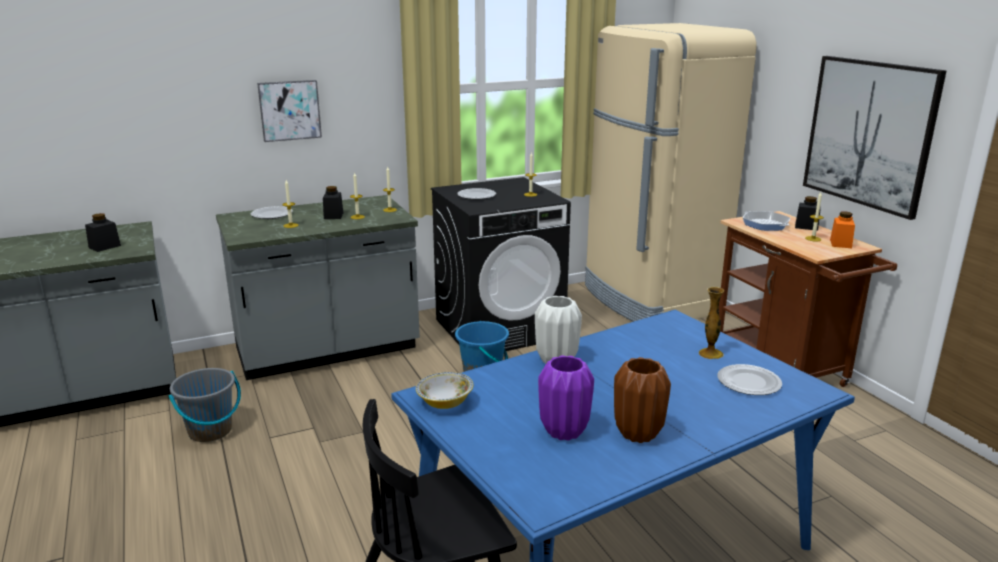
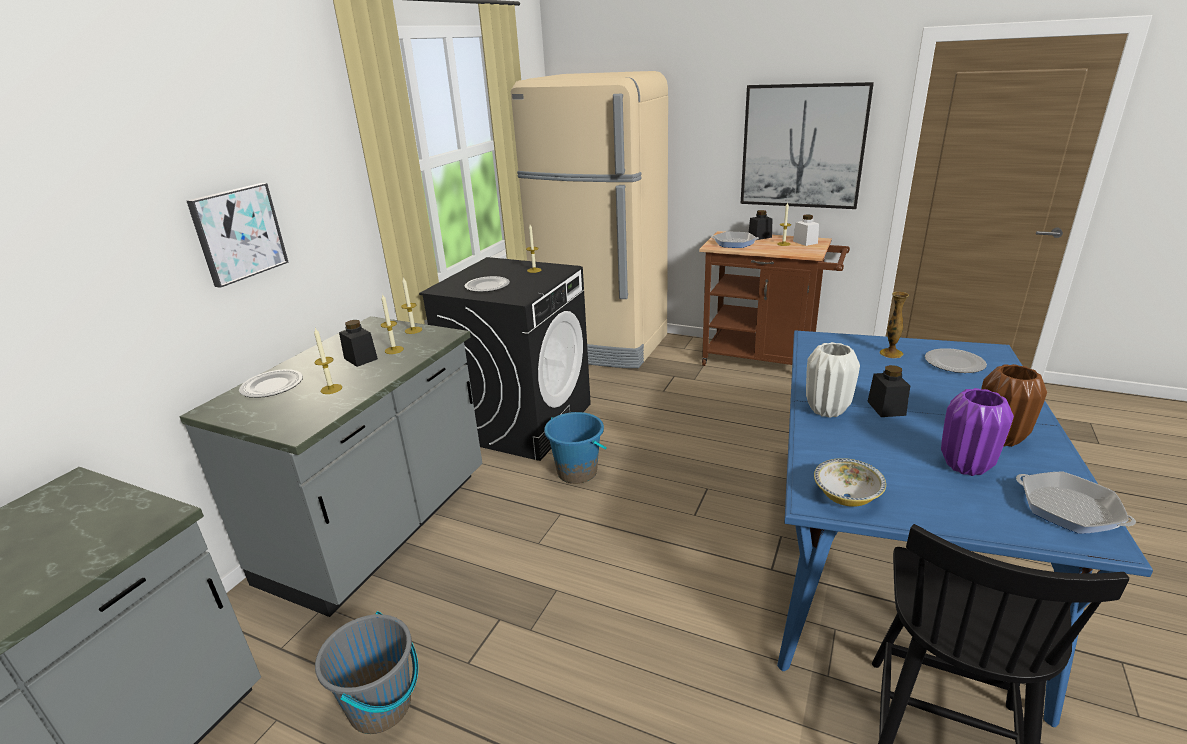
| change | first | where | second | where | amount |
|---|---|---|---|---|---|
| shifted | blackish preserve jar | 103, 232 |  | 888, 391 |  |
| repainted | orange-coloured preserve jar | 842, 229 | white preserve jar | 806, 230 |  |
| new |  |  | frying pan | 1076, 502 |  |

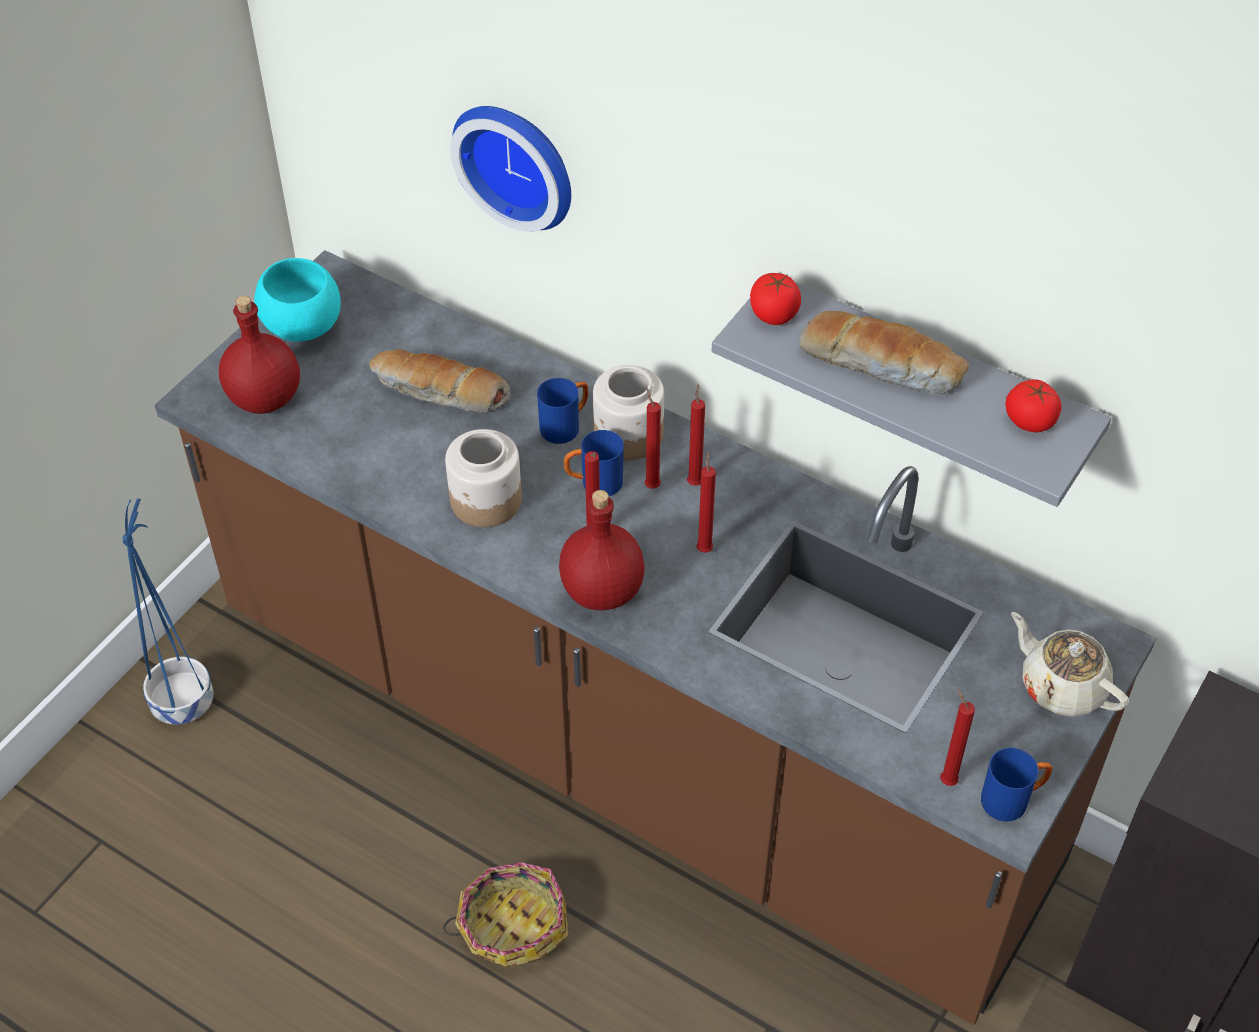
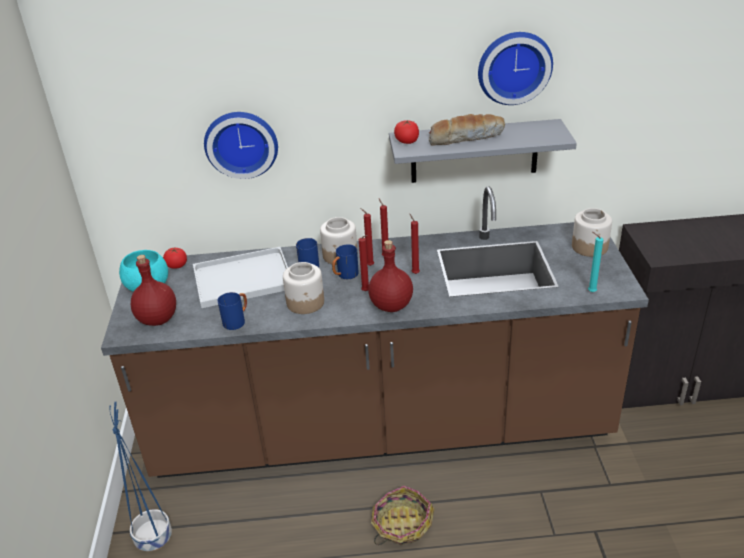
| change | first | where | second | where | amount |
|---|---|---|---|---|---|
| swapped | bread | 439, 381 | white serving tray | 240, 277 |  |
| repainted | red wax light | 957, 737 | turquoise-coloured wax light | 595, 262 |  |
| shifted | blue tea mug | 1016, 785 |  | 232, 311 |  |
| shifted | fresh tomato | 1033, 405 |  | 175, 258 |  |
| swapped | beige tea pot | 1070, 664 | preserve jar | 592, 232 |  |
| new |  |  | clock on the wall | 515, 68 |  |

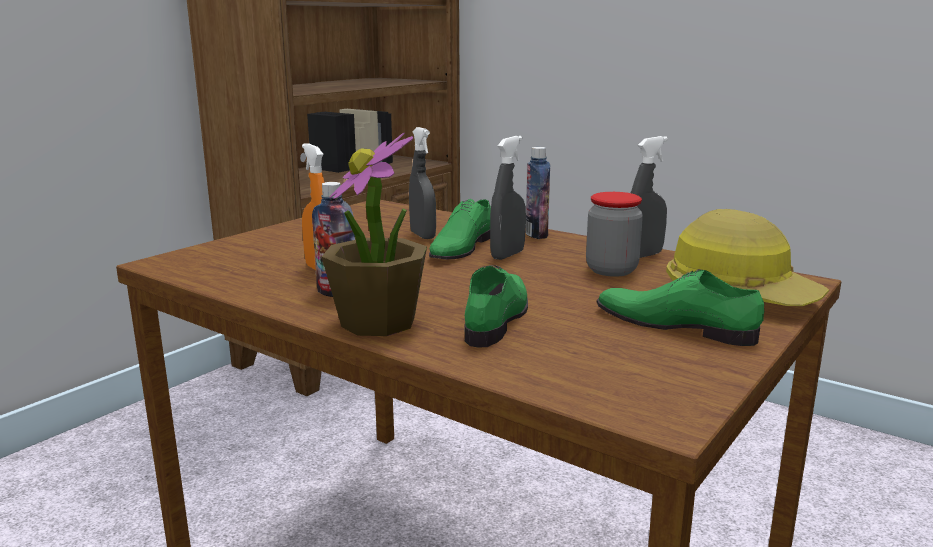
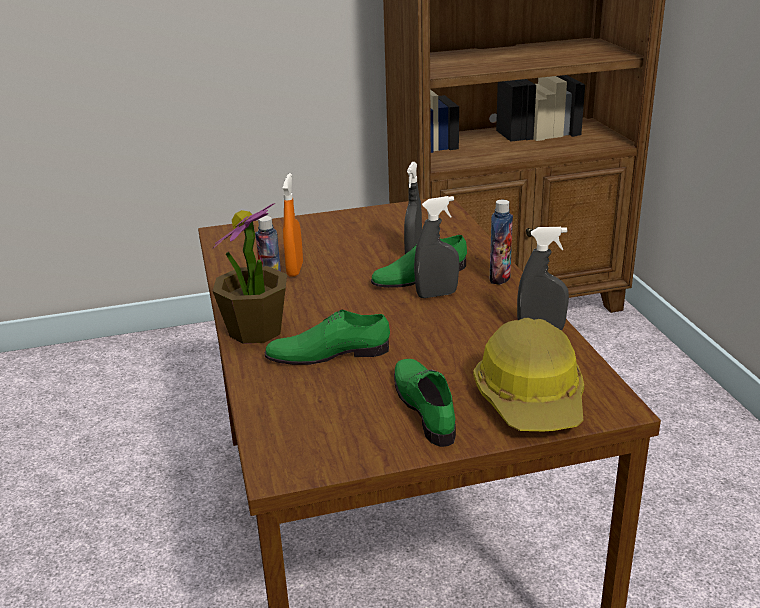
| change | first | where | second | where | amount |
|---|---|---|---|---|---|
| rotated | greenish item of footwear | 496, 306 |  | 327, 337 | 150 degrees counterclockwise |
| gone | preserve jar | 614, 234 |  |  |  |

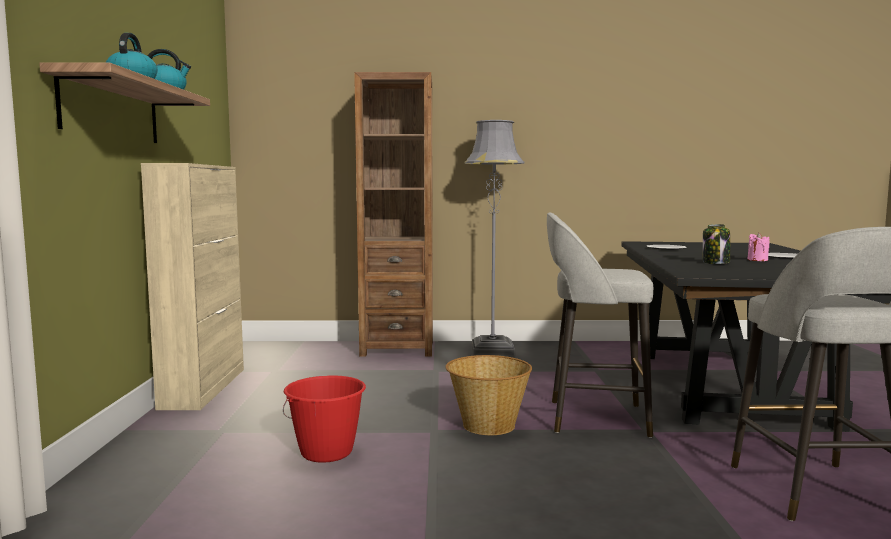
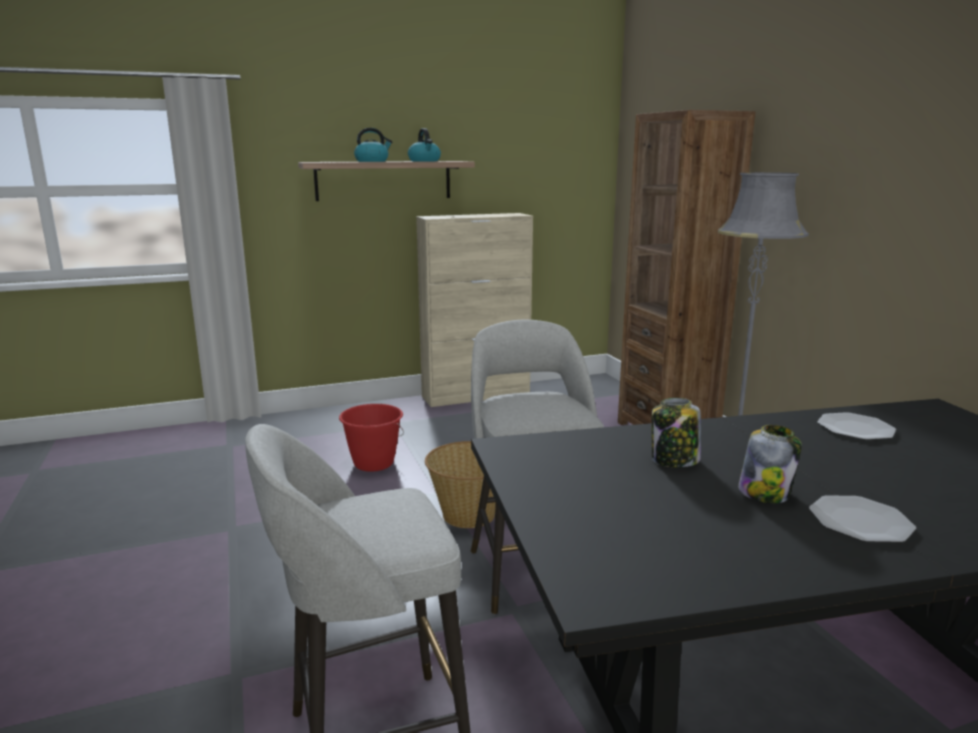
| change | first | where | second | where | amount |
|---|---|---|---|---|---|
| swapped | pink wax light | 758, 246 | preserve jar | 770, 464 |  |

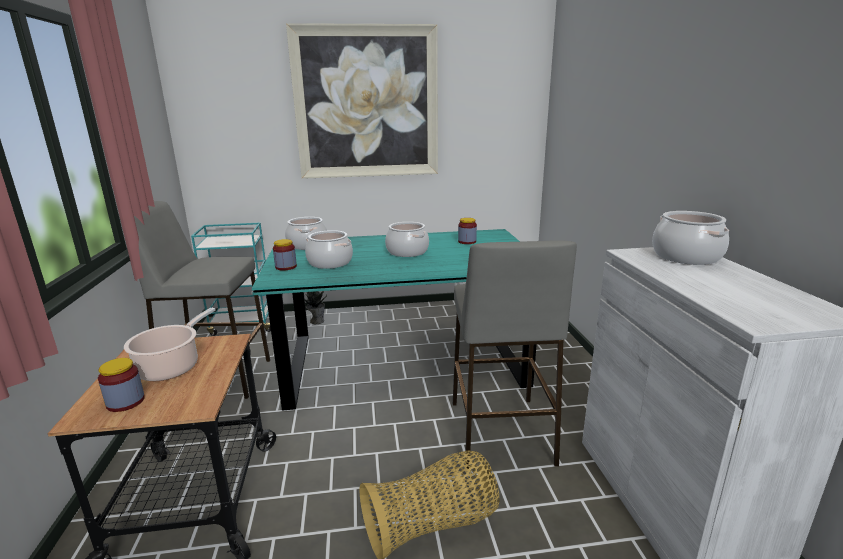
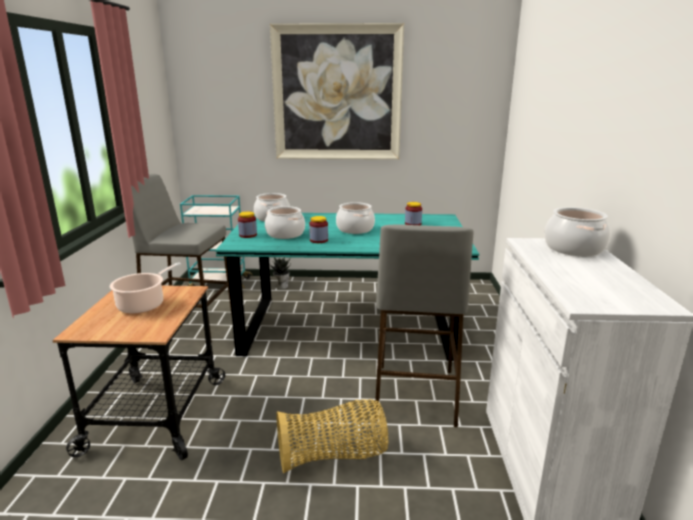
| change | first | where | second | where | amount |
|---|---|---|---|---|---|
| shifted | preserve jar | 121, 385 |  | 318, 229 |  |

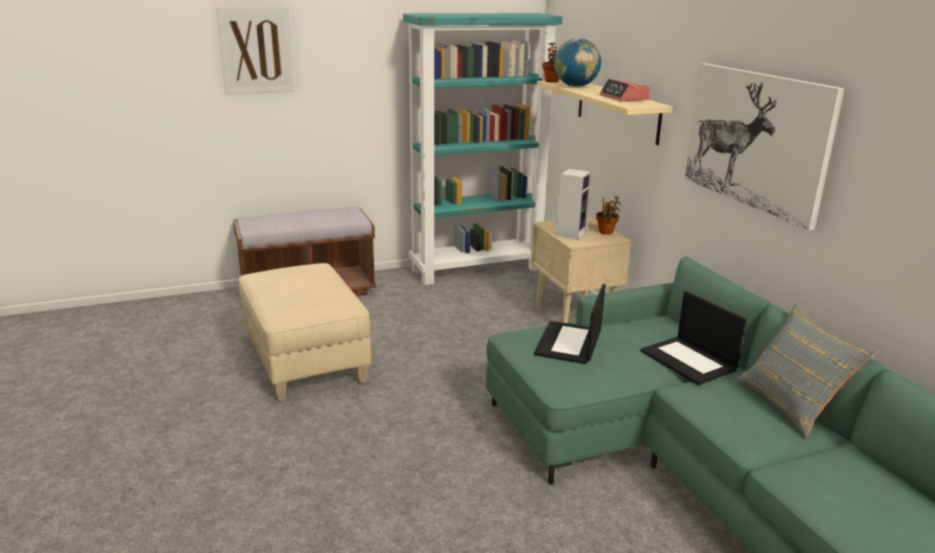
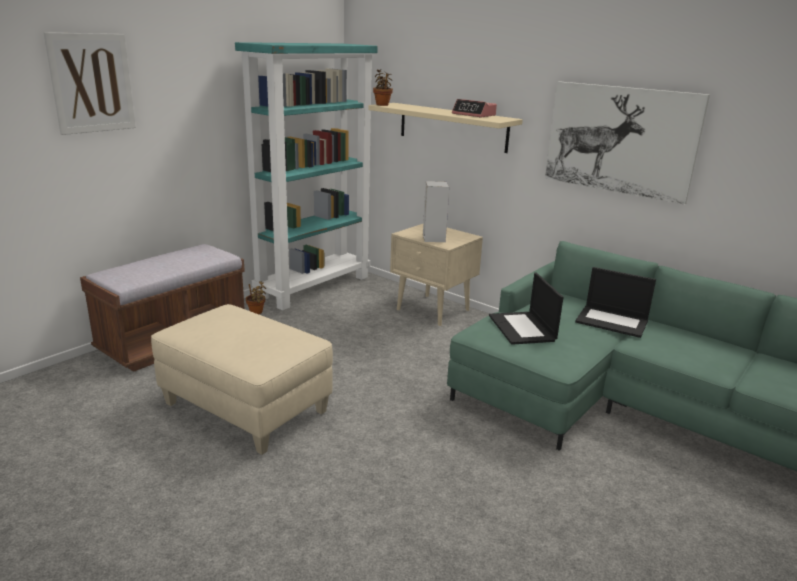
| change | first | where | second | where | amount |
|---|---|---|---|---|---|
| gone | desk globe | 577, 62 |  |  |  |
| shifted | potted plant | 608, 215 |  | 256, 297 |  |
| gone | greyish cushion | 807, 371 |  |  |  |

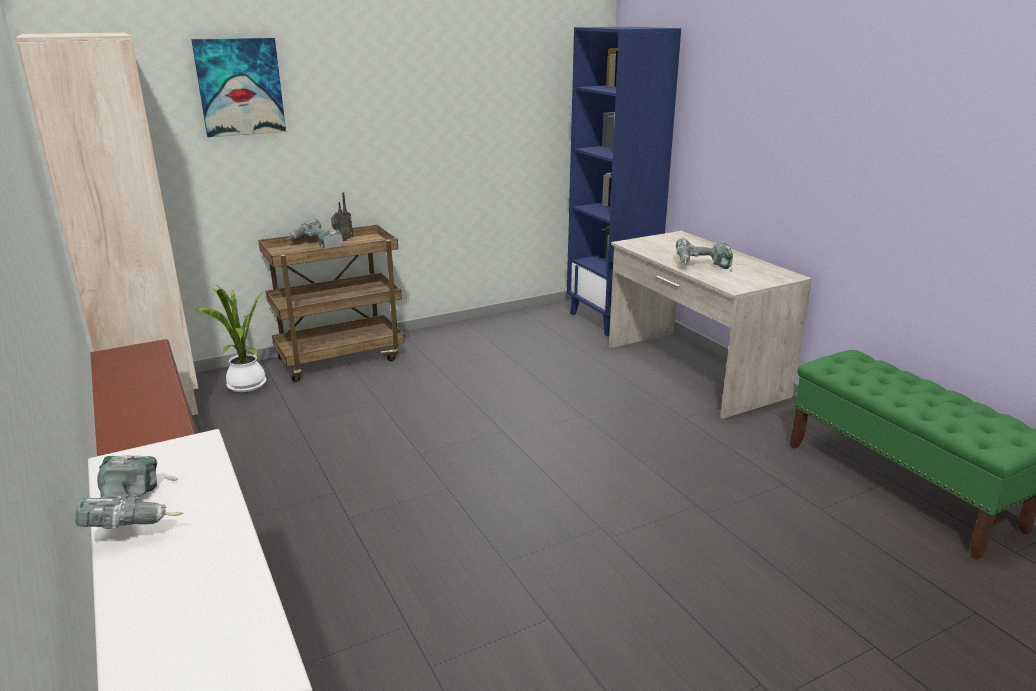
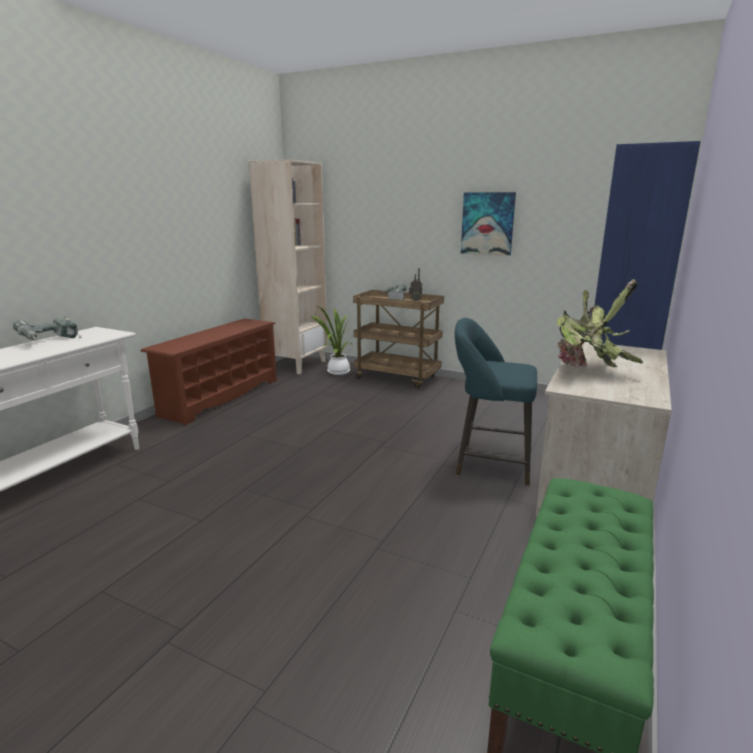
| change | first | where | second | where | amount |
|---|---|---|---|---|---|
| shifted | picture | 238, 87 |  | 488, 224 |  |
| swapped | electric drill | 704, 254 | potted plant | 600, 324 |  |
| new |  |  | turquoise-coloured stool seat | 496, 402 |  |

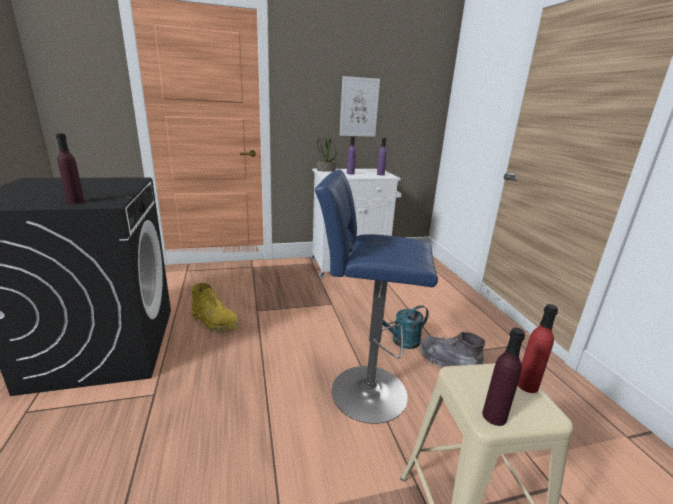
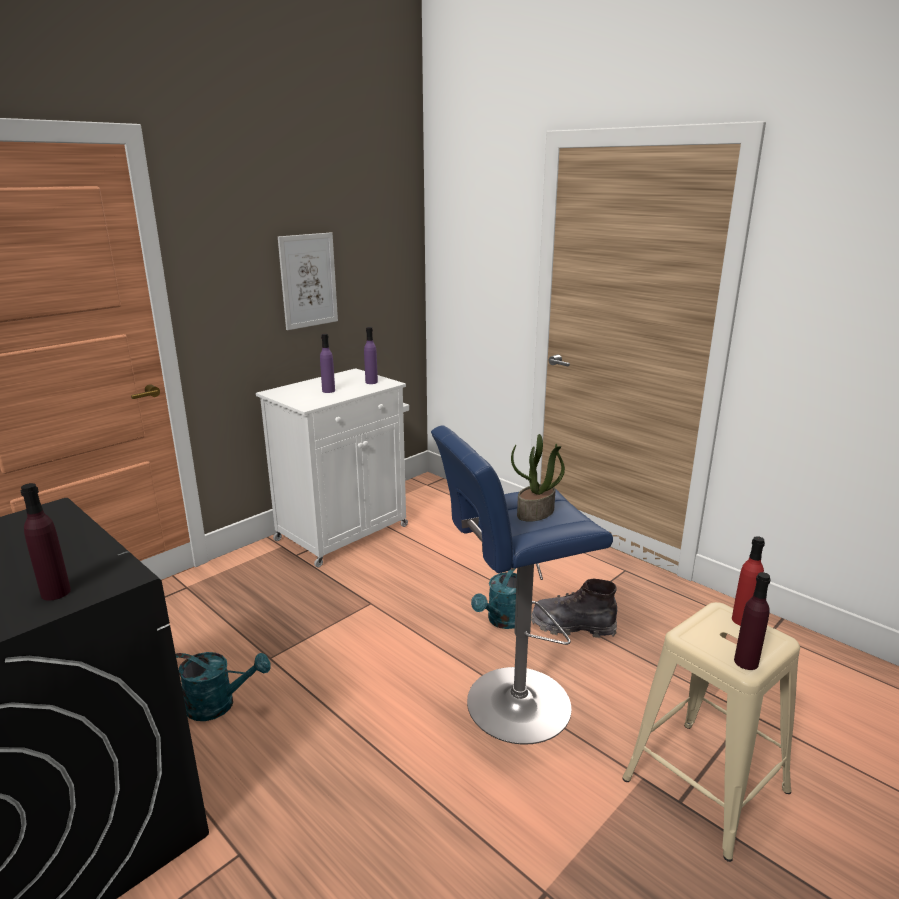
| change | first | where | second | where | amount |
|---|---|---|---|---|---|
| swapped | yellowish boot | 214, 307 | turquoise-coloured watering pot | 223, 686 |  |
| shifted | potted plant | 327, 153 |  | 538, 478 |  |

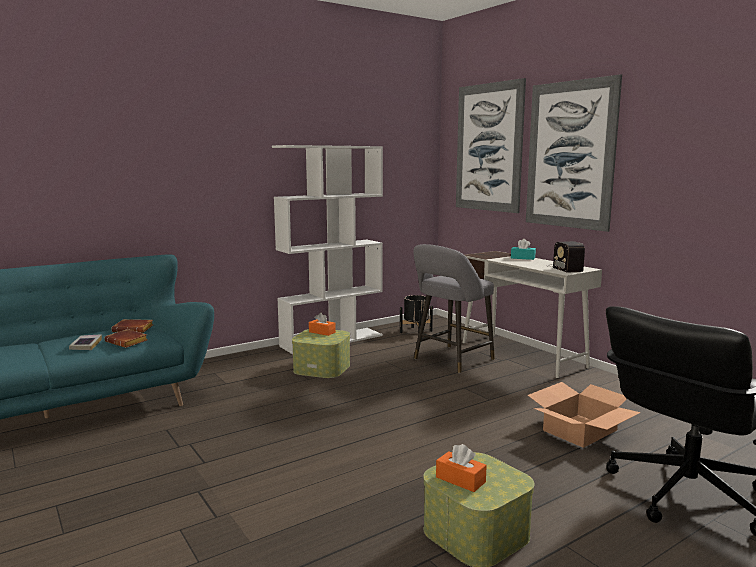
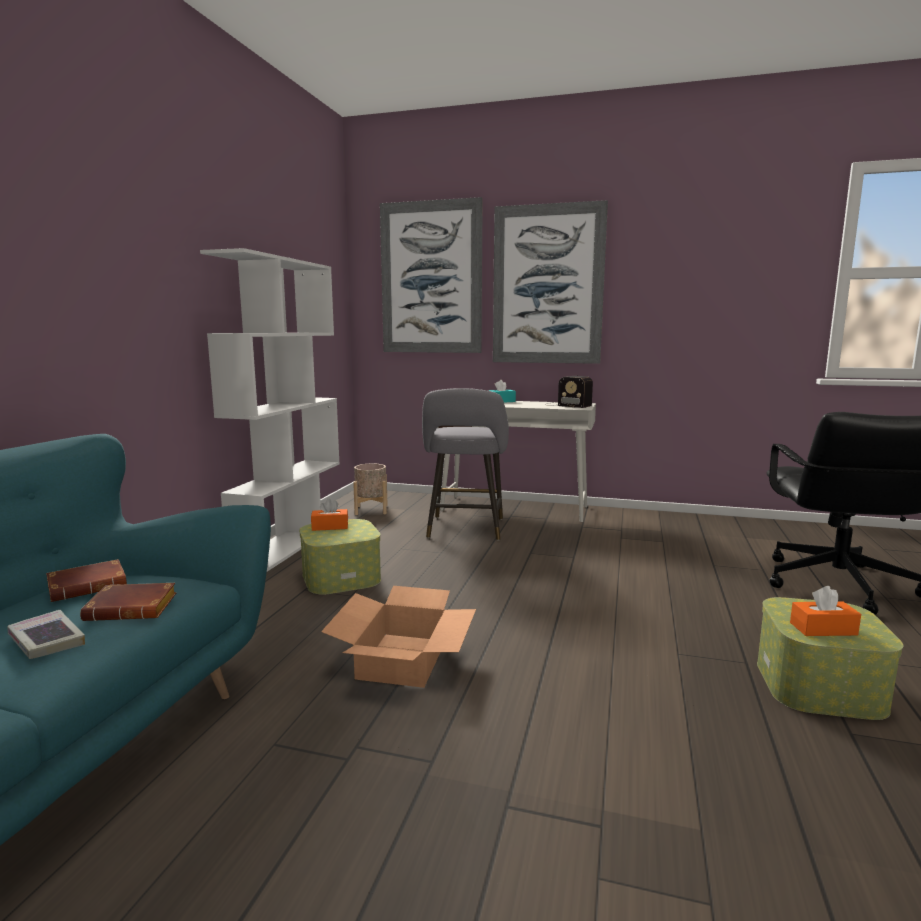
| change | first | where | second | where | amount |
|---|---|---|---|---|---|
| repainted | blackish flower pot | 416, 314 | beige flower pot | 370, 489 |  |
| shifted | cardboard box | 584, 415 |  | 398, 637 |  |

